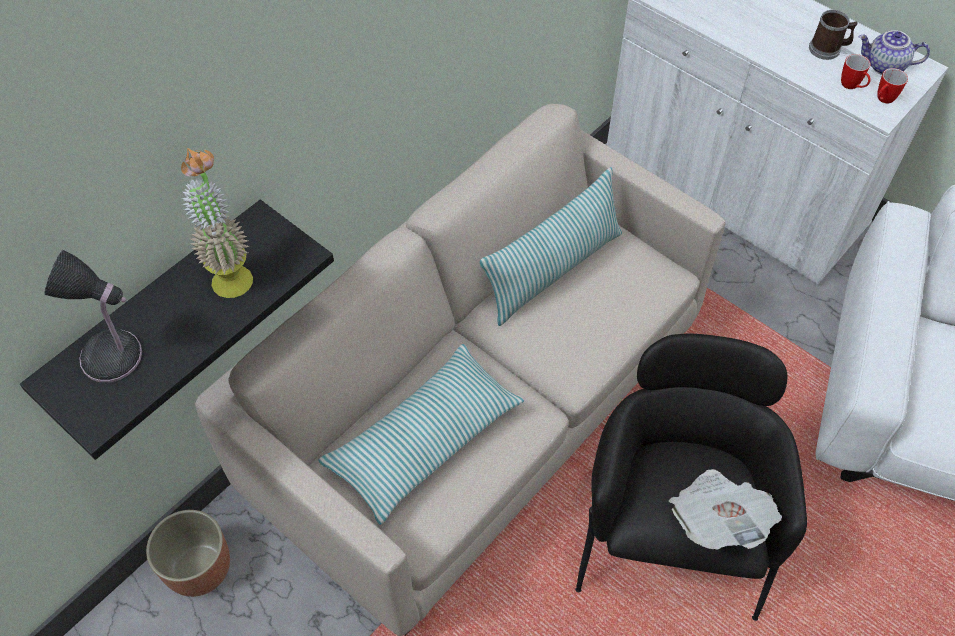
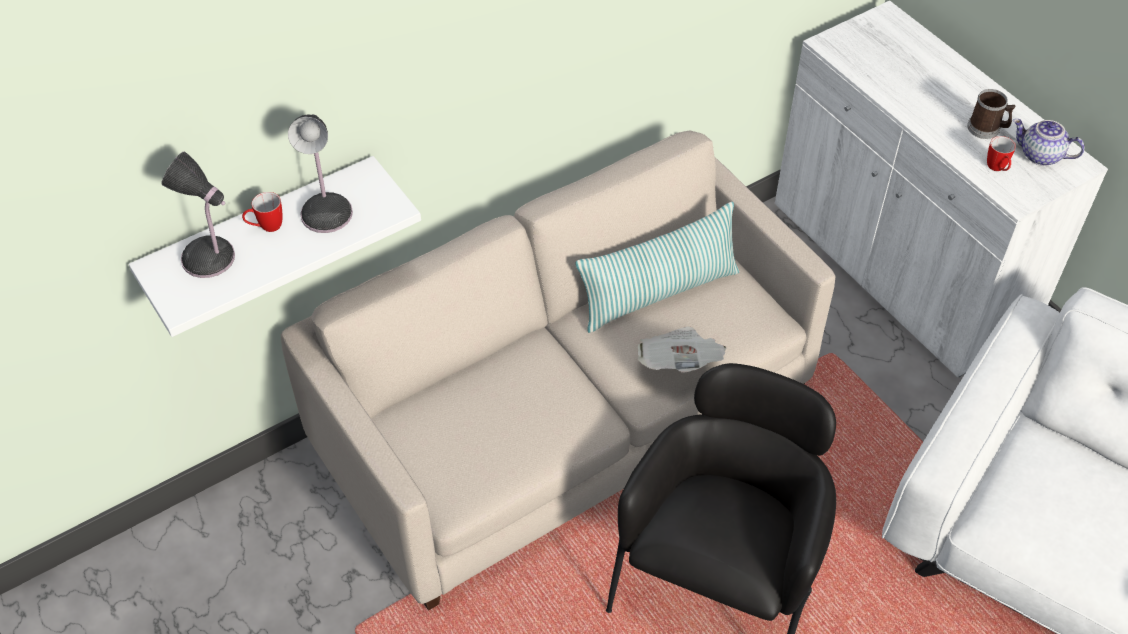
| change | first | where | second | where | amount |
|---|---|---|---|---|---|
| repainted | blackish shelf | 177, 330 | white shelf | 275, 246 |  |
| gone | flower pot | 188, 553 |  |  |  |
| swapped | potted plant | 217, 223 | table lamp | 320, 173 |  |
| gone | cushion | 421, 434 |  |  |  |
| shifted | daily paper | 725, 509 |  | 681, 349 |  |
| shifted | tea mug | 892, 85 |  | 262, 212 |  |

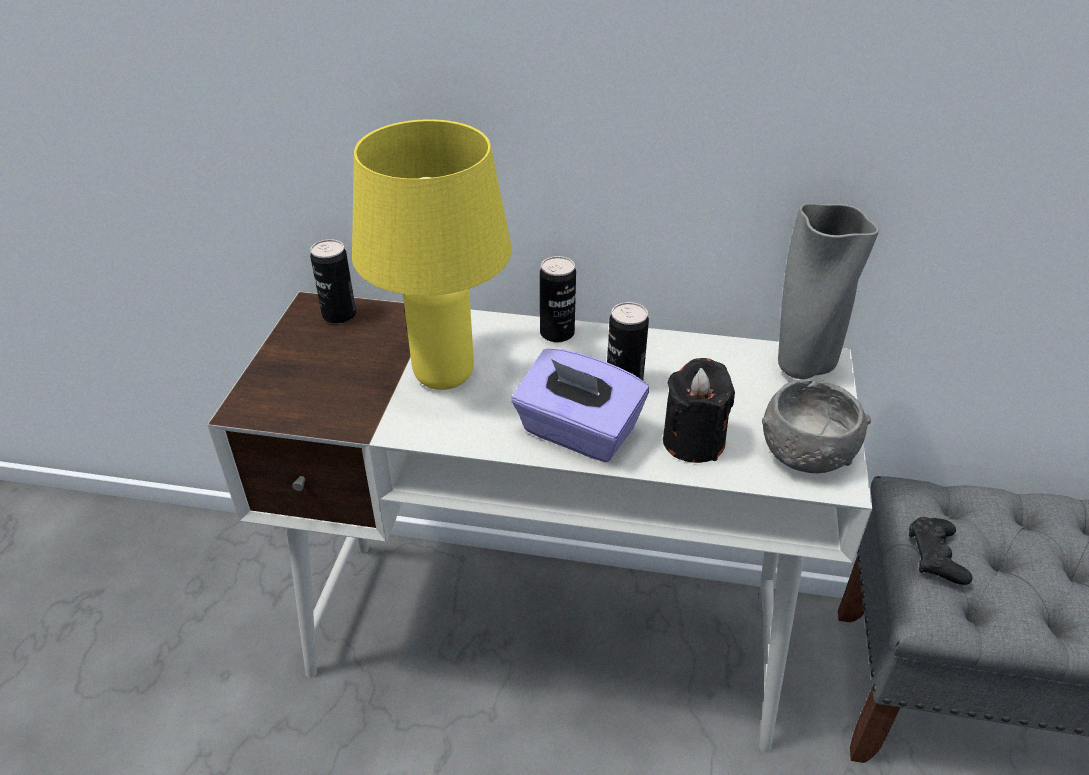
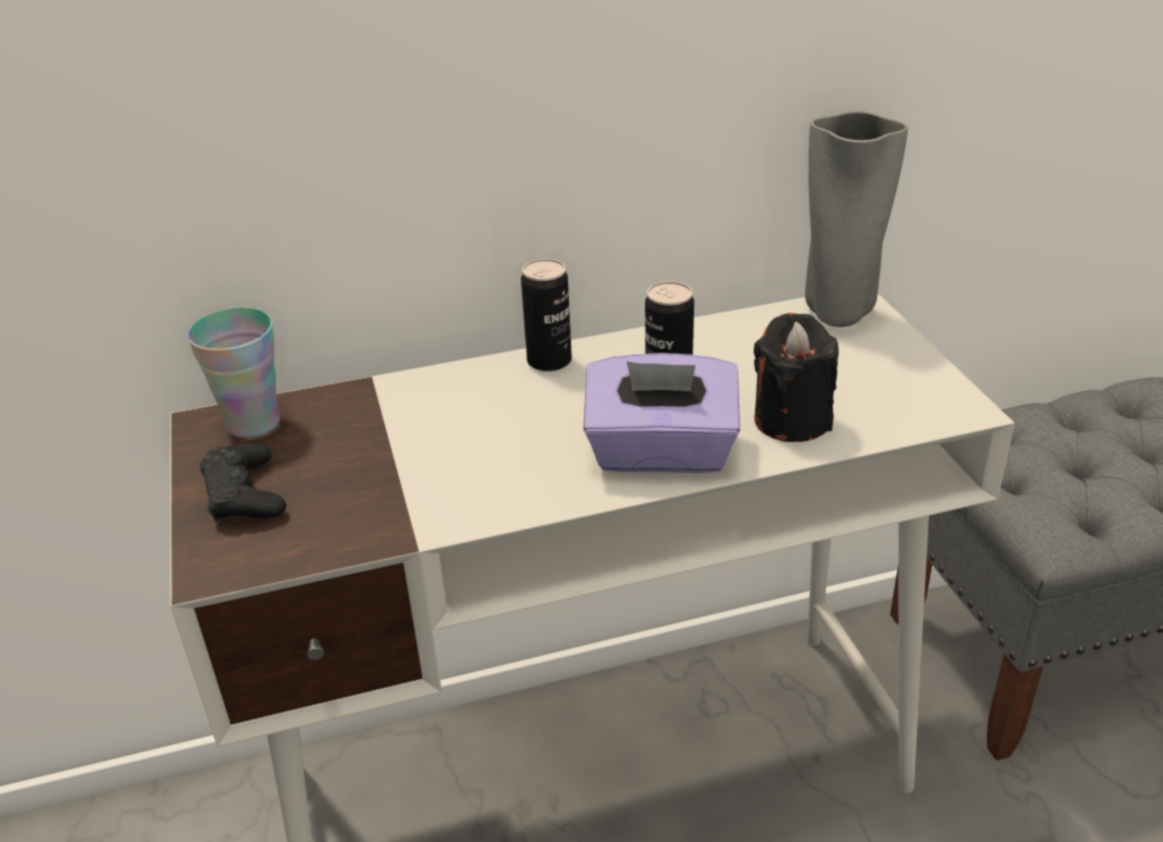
| change | first | where | second | where | amount |
|---|---|---|---|---|---|
| swapped | sealed can | 333, 281 | cup | 233, 372 |  |
| gone | yellowish table lamp | 432, 254 |  |  |  |
| gone | greyish deep dish | 816, 426 |  |  |  |
| shifted | blackish joypad | 941, 551 |  | 242, 482 |  |

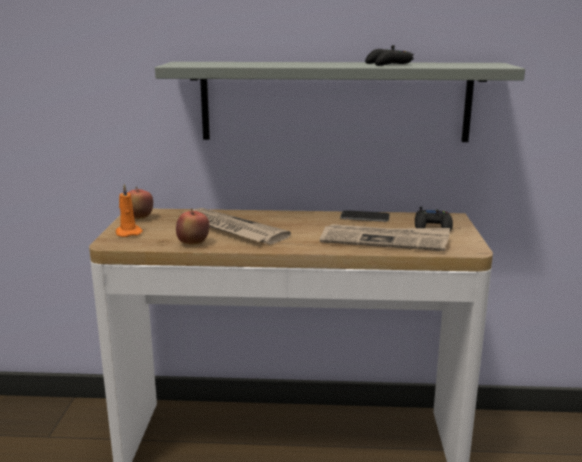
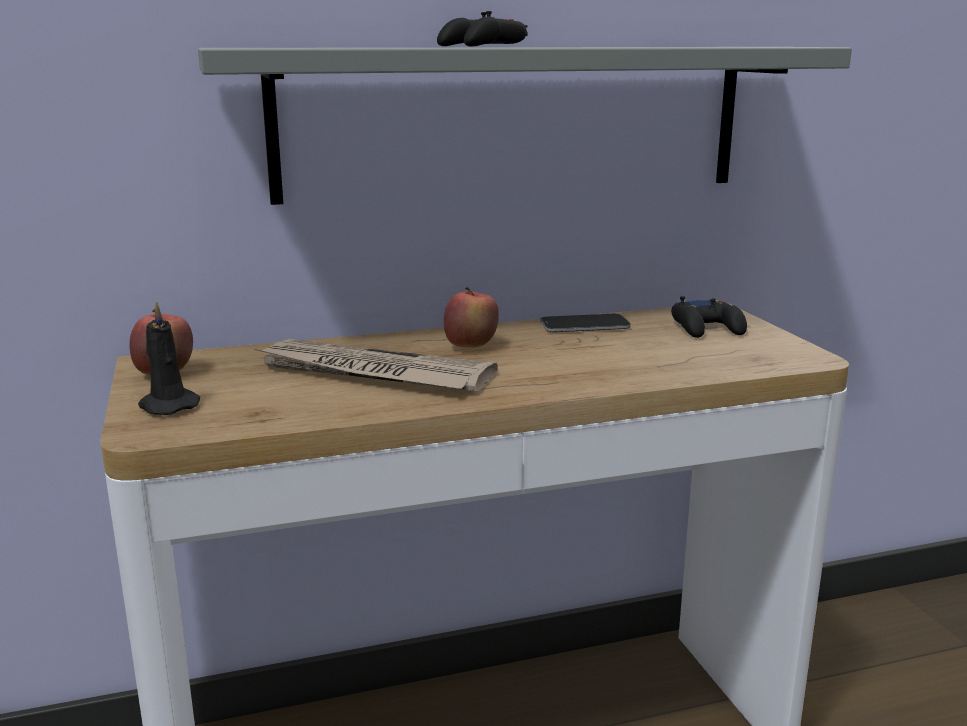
| change | first | where | second | where | amount |
|---|---|---|---|---|---|
| repainted | orange-coloured wax light | 129, 210 | blackish wax light | 169, 358 |  |
| shifted | apple fruit | 192, 227 |  | 471, 317 |  |
| gone | daily paper | 385, 237 |  |  |  |
| shifted | blackish joypad | 389, 55 |  | 482, 28 |  |

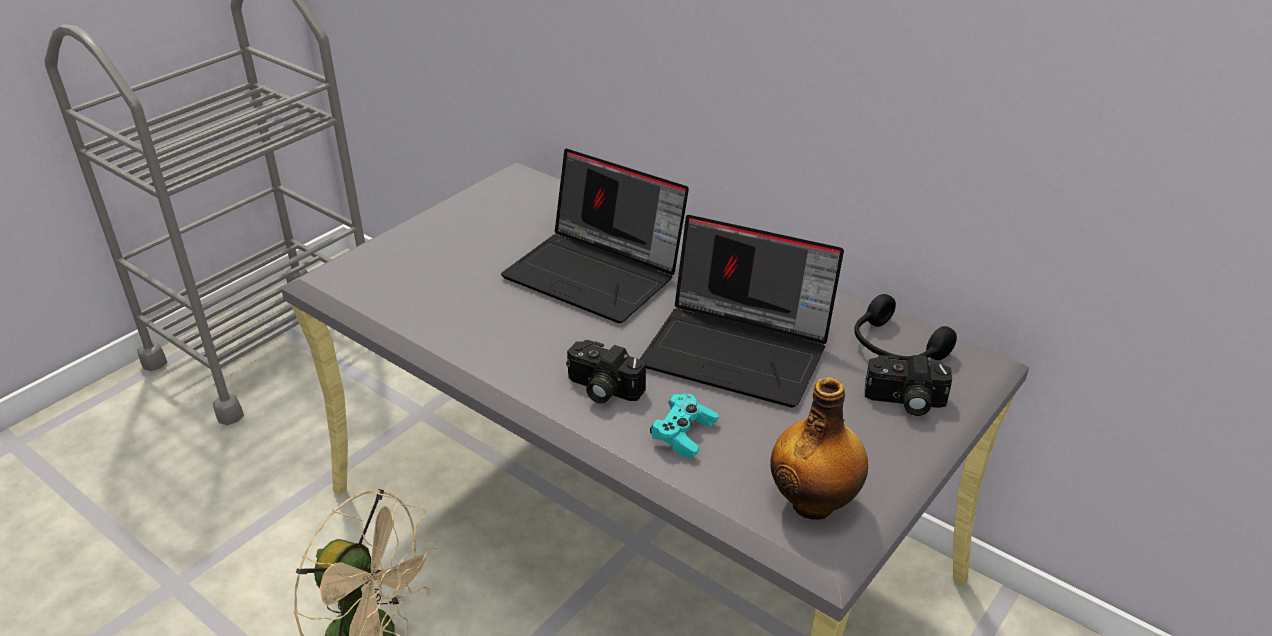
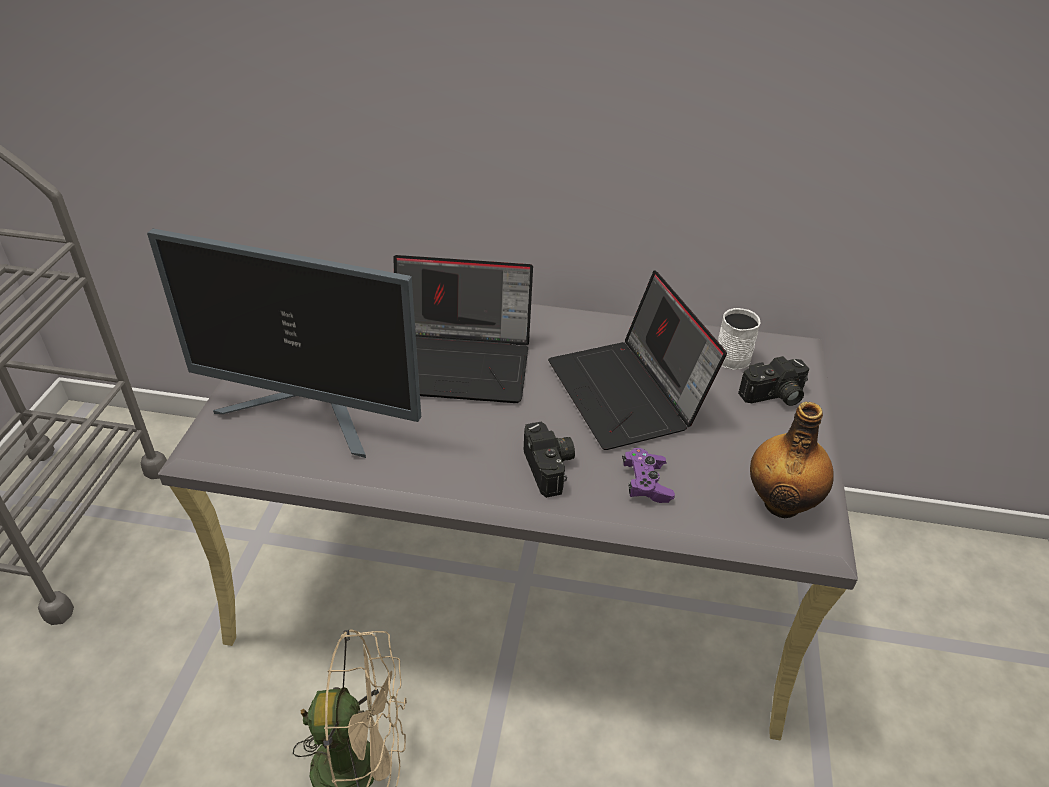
| change | first | where | second | where | amount |
|---|---|---|---|---|---|
| rotated | photo camera | 606, 372 |  | 549, 459 | 105 degrees counterclockwise |
| rotated | portable computer | 742, 311 |  | 637, 360 | 75 degrees clockwise |
| repainted | turquoise-coloured joypad | 684, 426 | purplish joypad | 648, 475 |  |
| swapped | blackish headphones | 905, 327 | white tea mug | 739, 339 |  |
| new |  |  | computer display | 284, 343 |  |

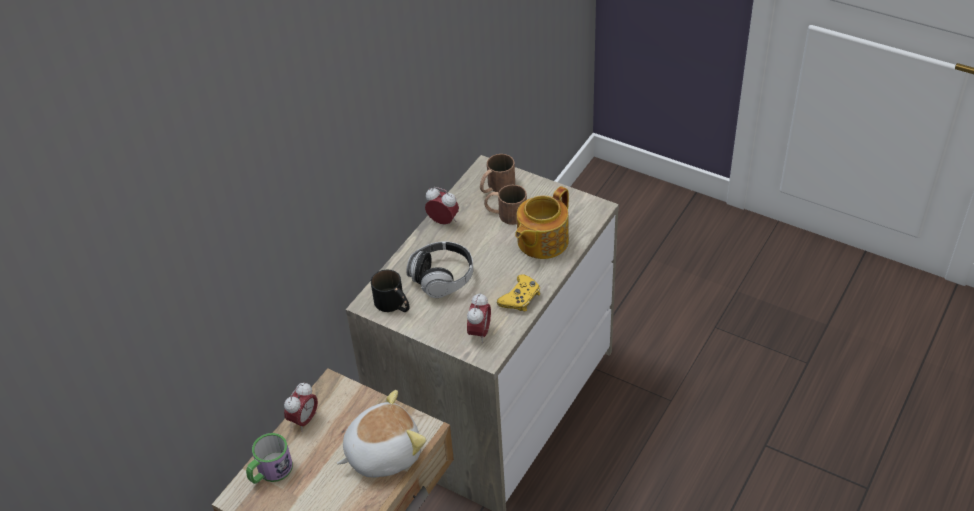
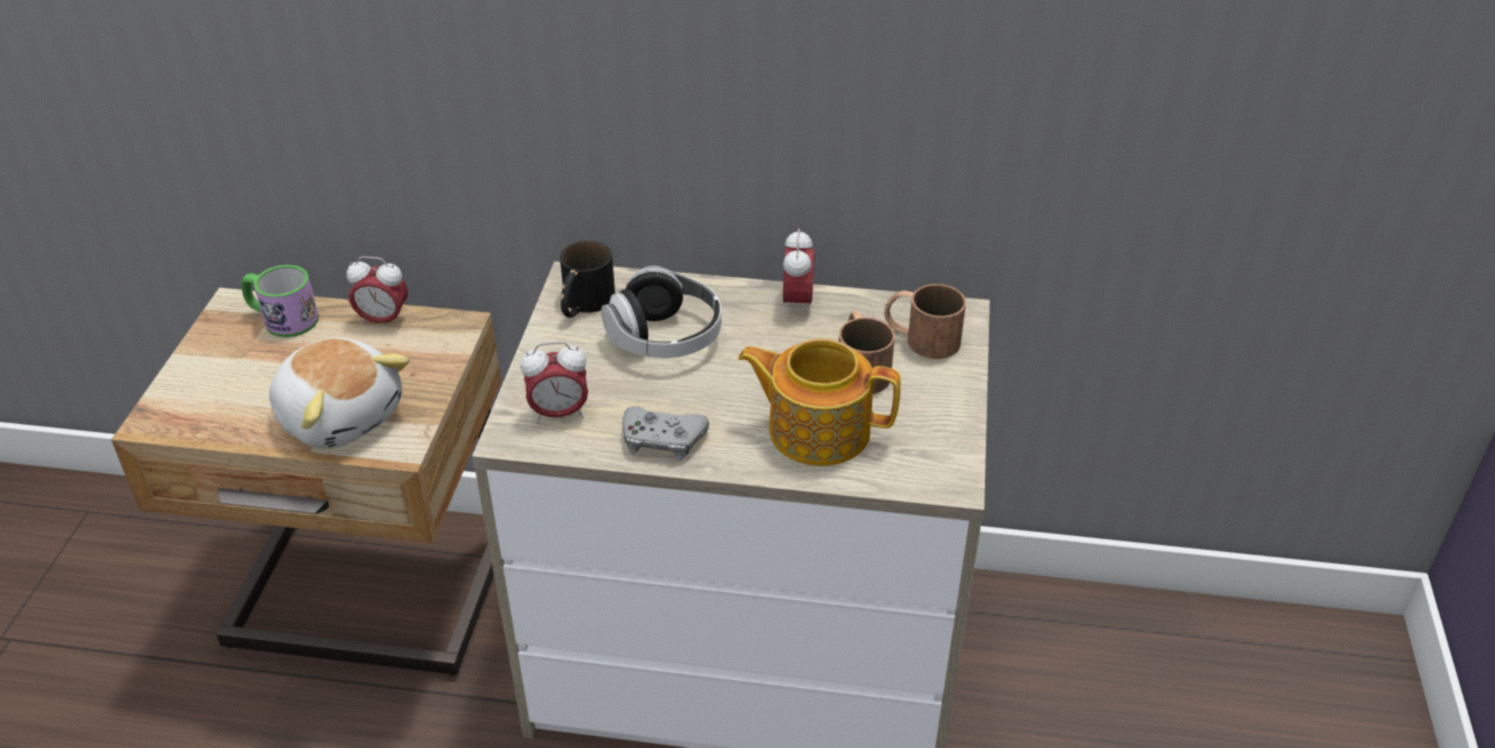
| change | first | where | second | where | amount |
|---|---|---|---|---|---|
| repainted | yellowish joypad | 518, 292 | greyish joypad | 666, 433 |  |

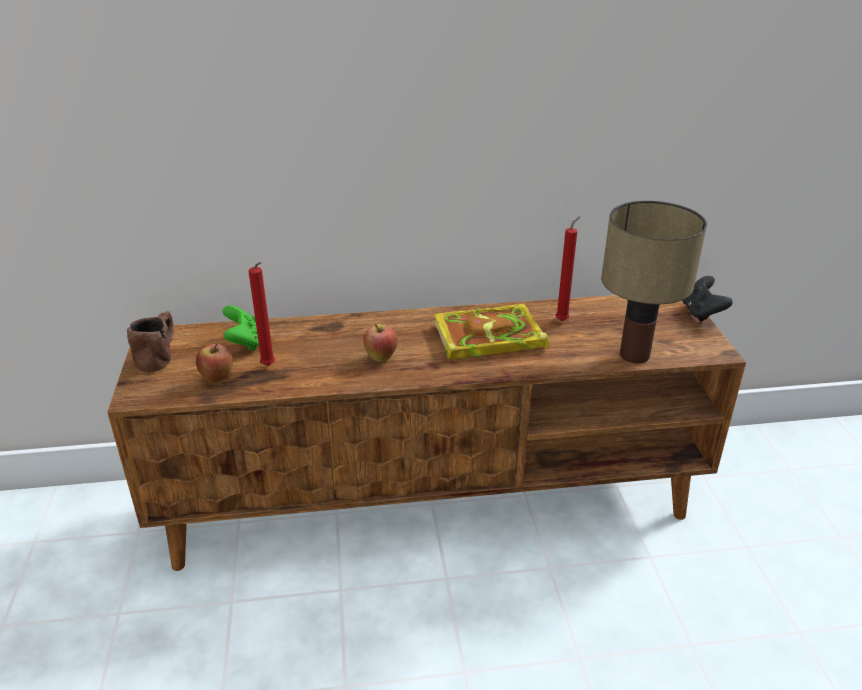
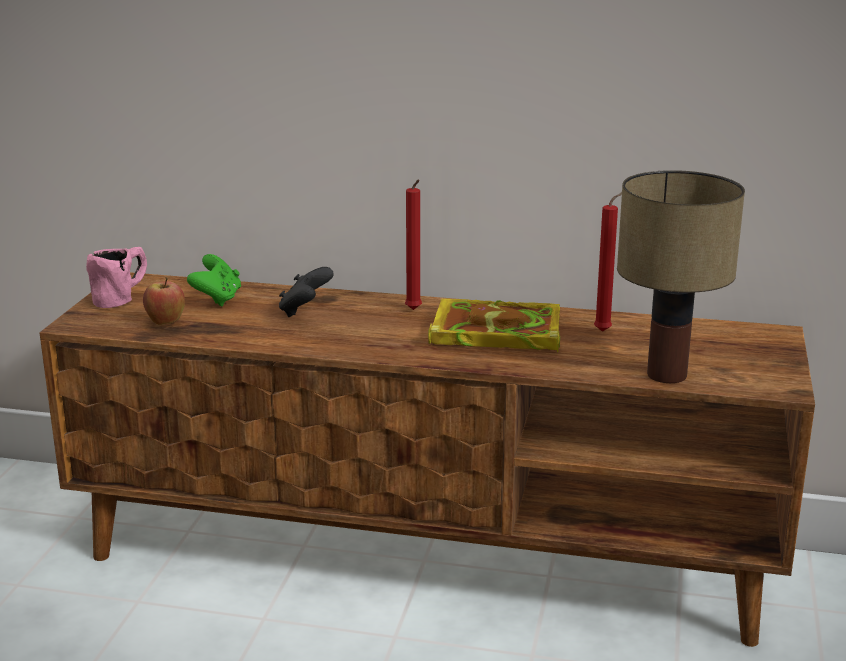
| change | first | where | second | where | amount |
|---|---|---|---|---|---|
| repainted | brown tea mug | 150, 342 | pink tea mug | 116, 277 |  |
| shifted | red wax light | 261, 314 |  | 413, 244 |  |
| gone | apple fruit | 380, 343 |  |  |  |
| shifted | blackish joypad | 708, 299 |  | 306, 292 |  |

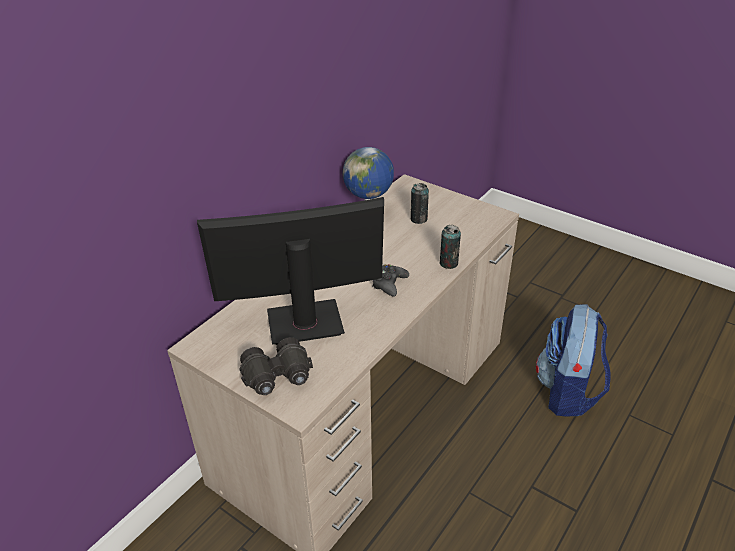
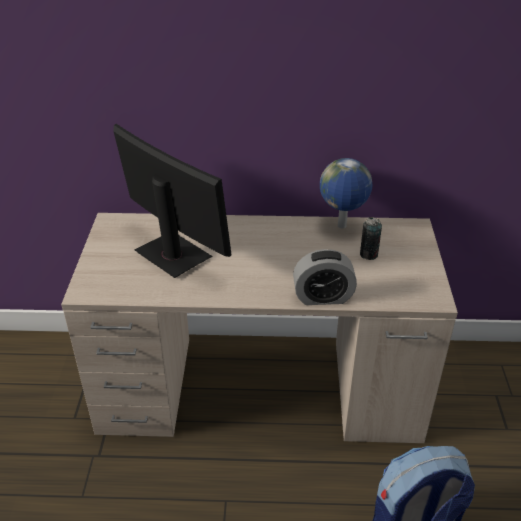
| change | first | where | second | where | amount |
|---|---|---|---|---|---|
| gone | blackish field glasses | 276, 366 |  |  |  |
| gone | blackish joypad | 390, 280 |  |  |  |
| swapped | sealed can | 450, 247 | bedside clock | 325, 277 |  |

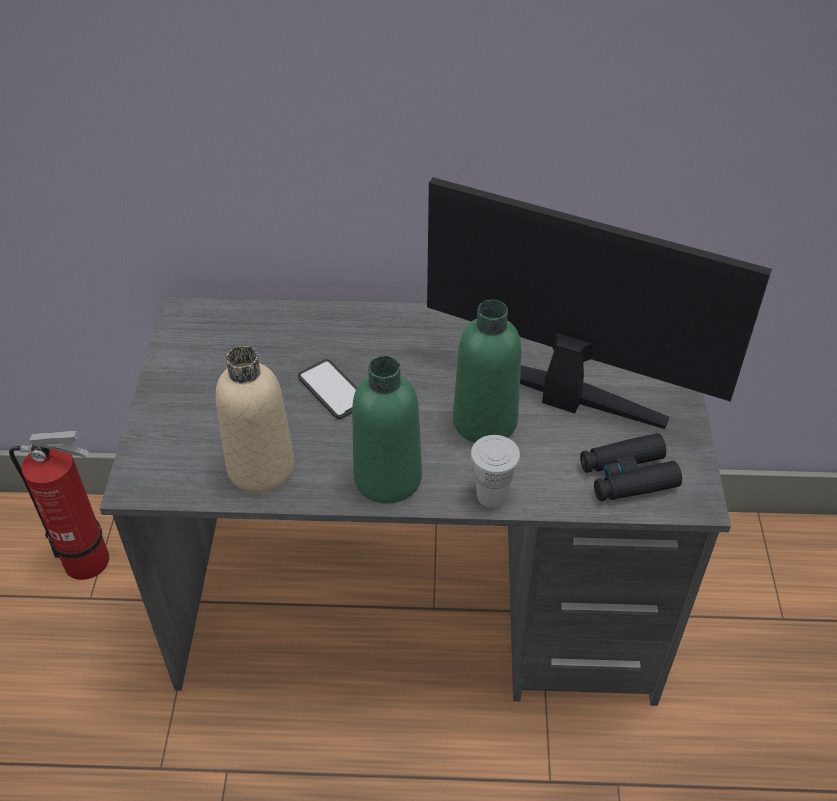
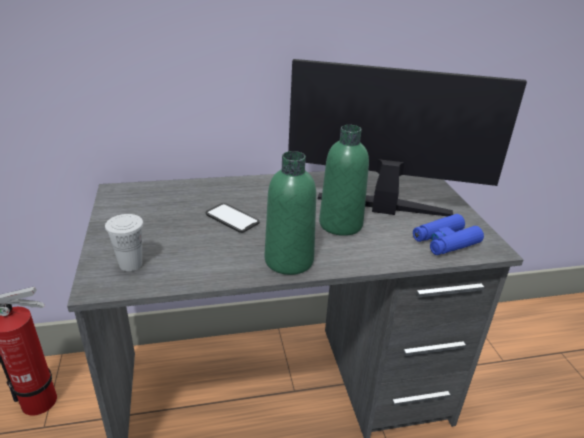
| change | first | where | second | where | amount |
|---|---|---|---|---|---|
| gone | beige beverage bottle | 254, 419 |  |  |  |
| shifted | white cup | 495, 471 |  | 124, 242 |  |
| repainted | blackish field glasses | 631, 467 | blue field glasses | 448, 234 |  |

